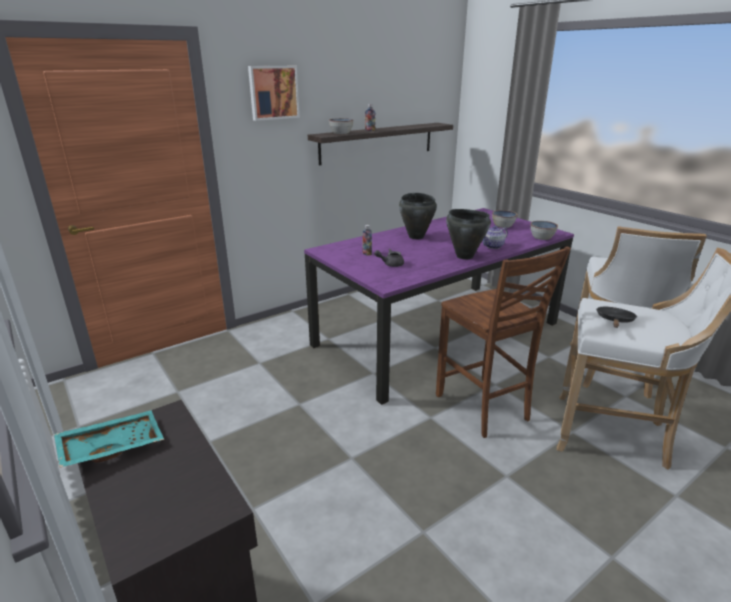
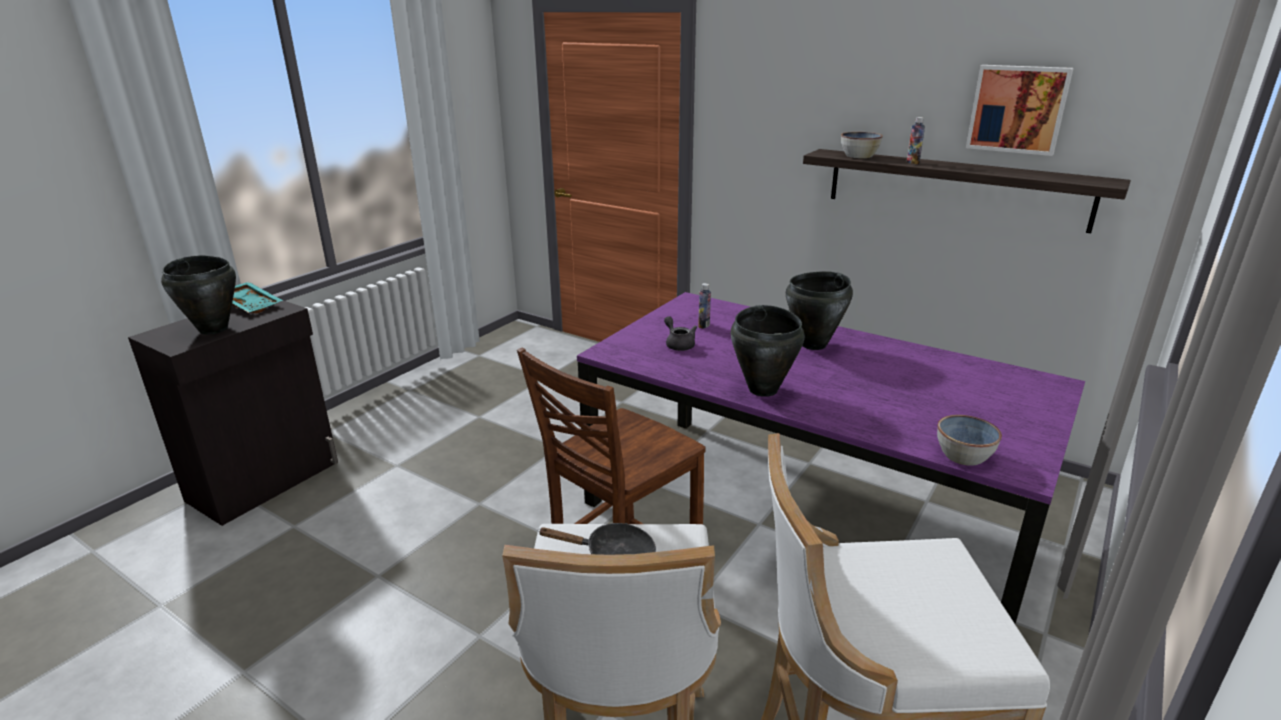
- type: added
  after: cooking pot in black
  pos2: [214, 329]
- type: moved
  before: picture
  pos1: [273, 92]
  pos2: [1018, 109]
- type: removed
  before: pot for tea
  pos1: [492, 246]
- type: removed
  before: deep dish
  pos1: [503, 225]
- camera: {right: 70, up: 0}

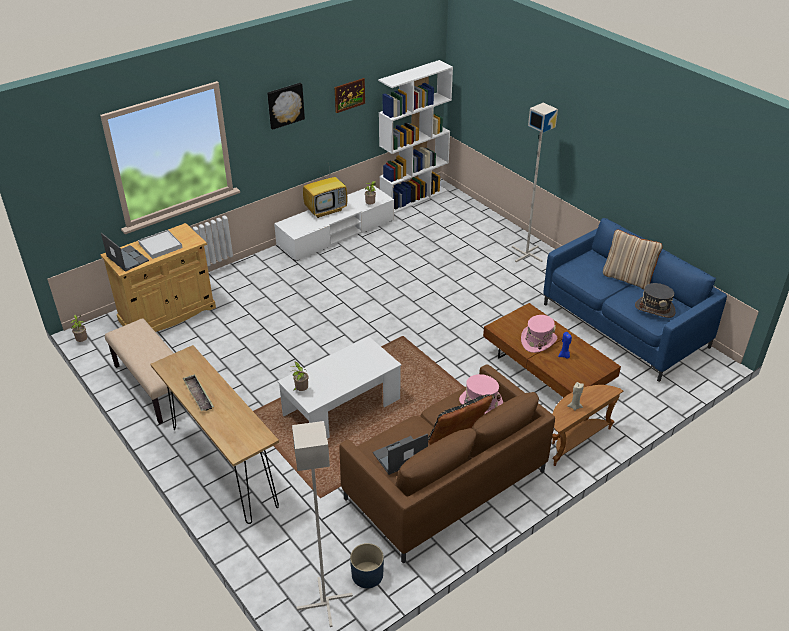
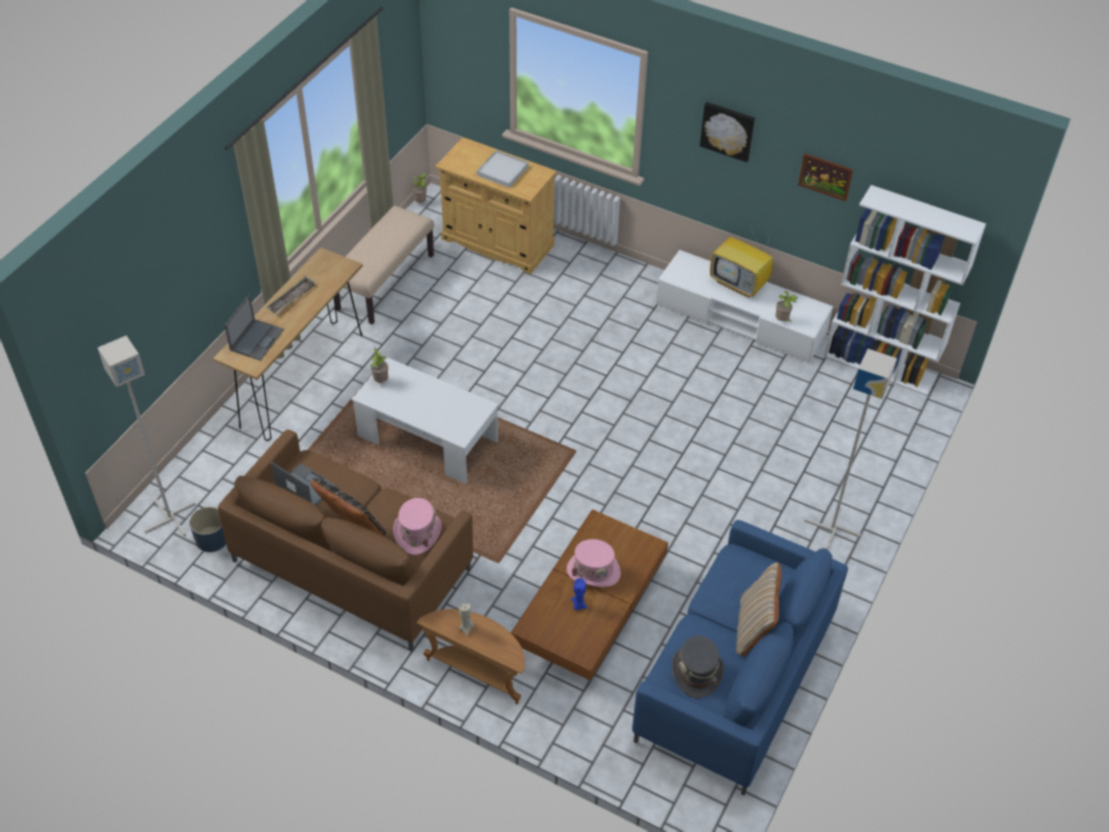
- type: moved
  before: notebook computer
  pos1: [127, 258]
  pos2: [257, 339]
- camera: {right: 65, up: 10}

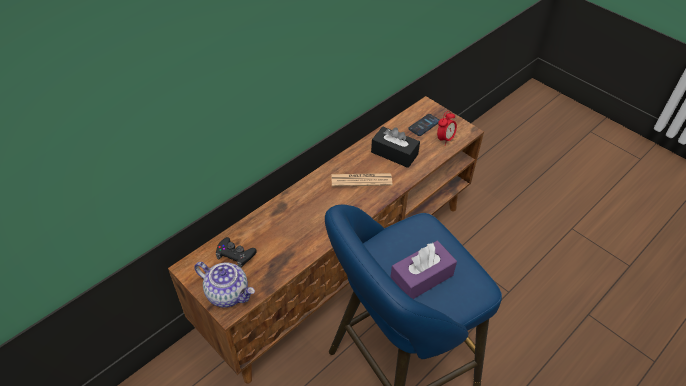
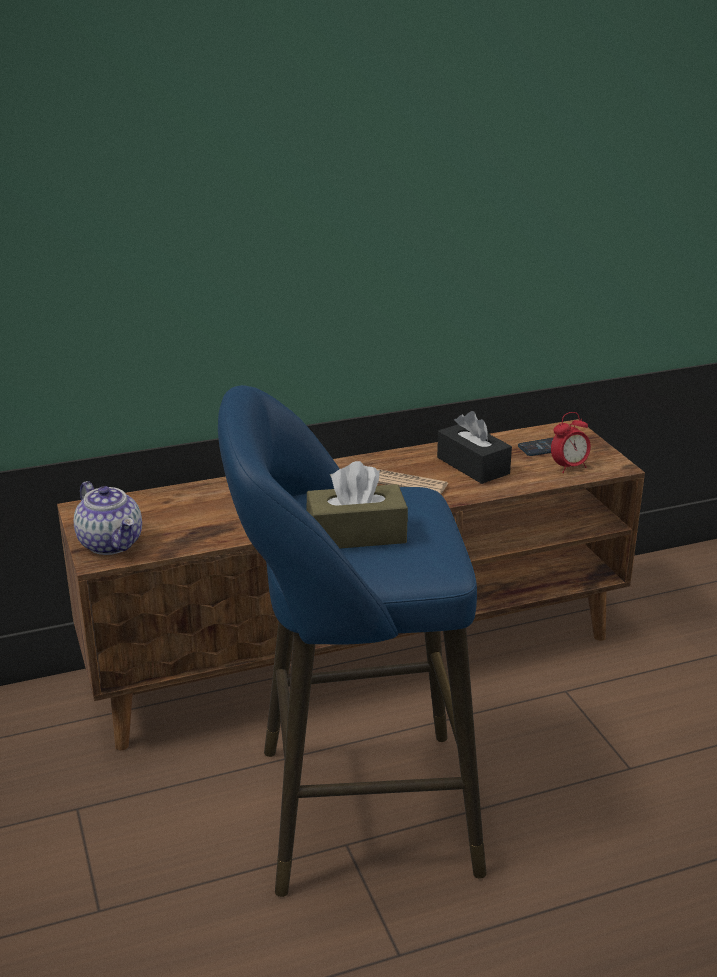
- type: recoloured
  before: box of tissues in purple-coloured
  after: box of tissues in brown-coloured
  pos1: [421, 277]
  pos2: [356, 534]
- type: removed
  before: game controller in black
  pos1: [235, 254]
- camera: {right: 25, up: -20}

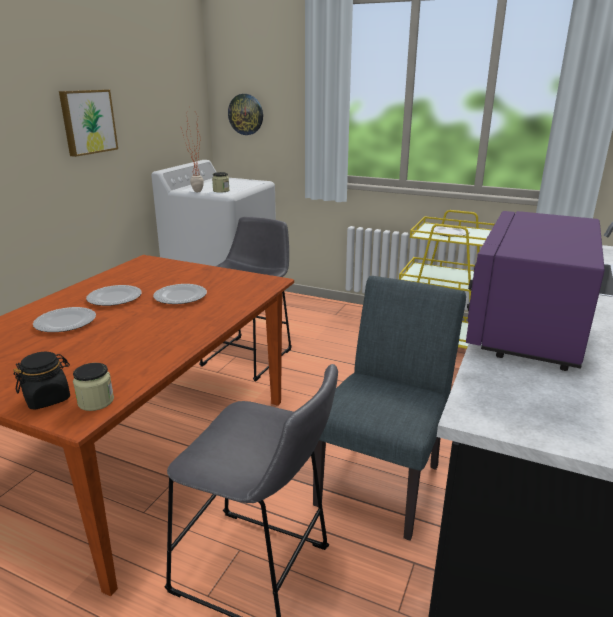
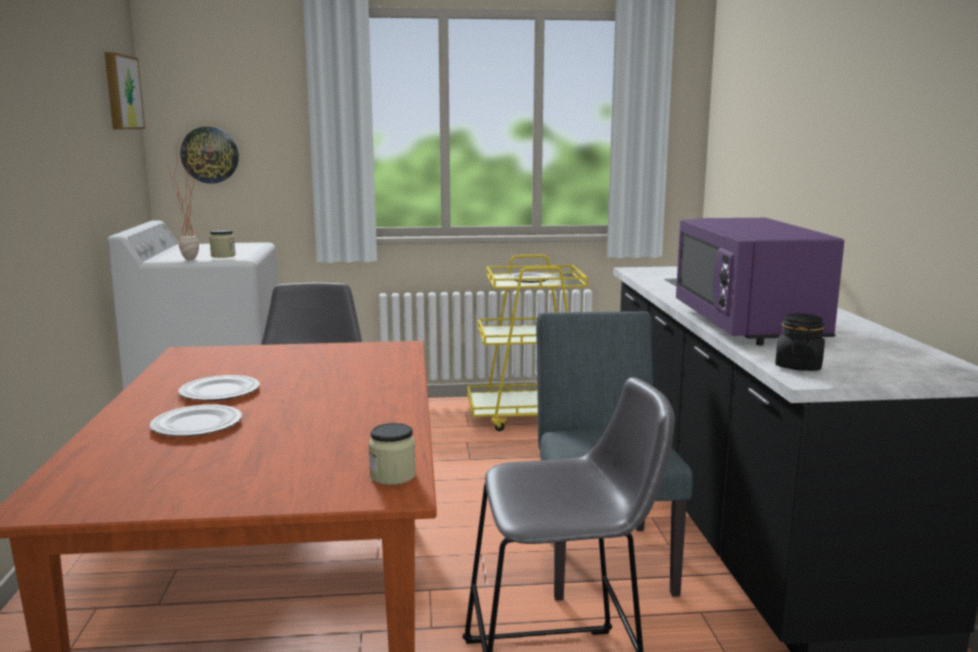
- type: moved
  before: picture
  pos1: [87, 122]
  pos2: [121, 92]
- type: moved
  before: jar in black
  pos1: [48, 398]
  pos2: [798, 366]
- type: removed
  before: dinner plate
  pos1: [180, 296]
- camera: {right: -30, up: -10}

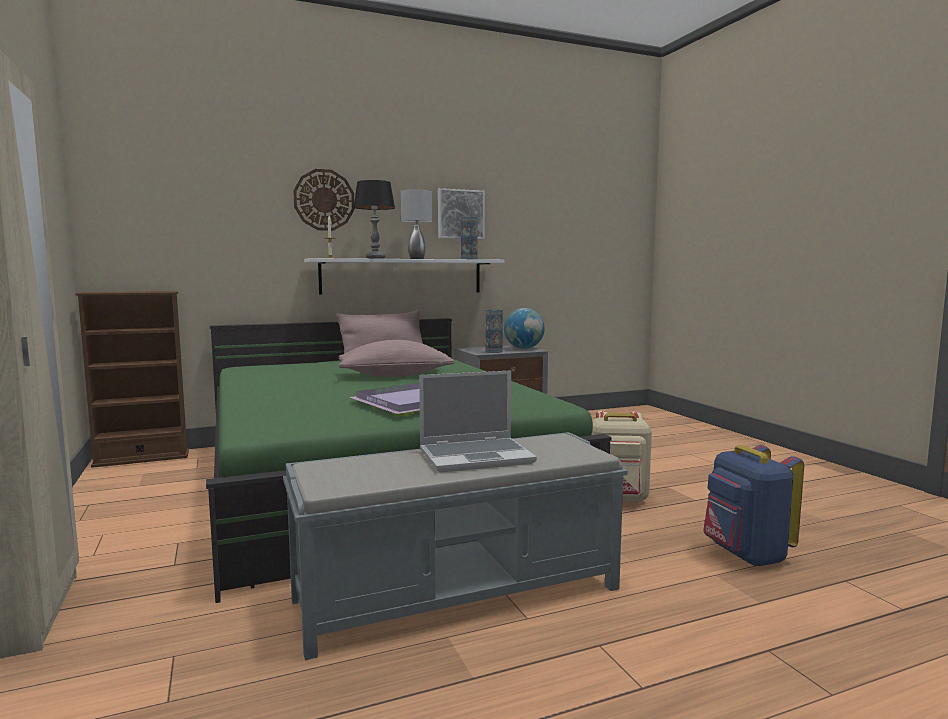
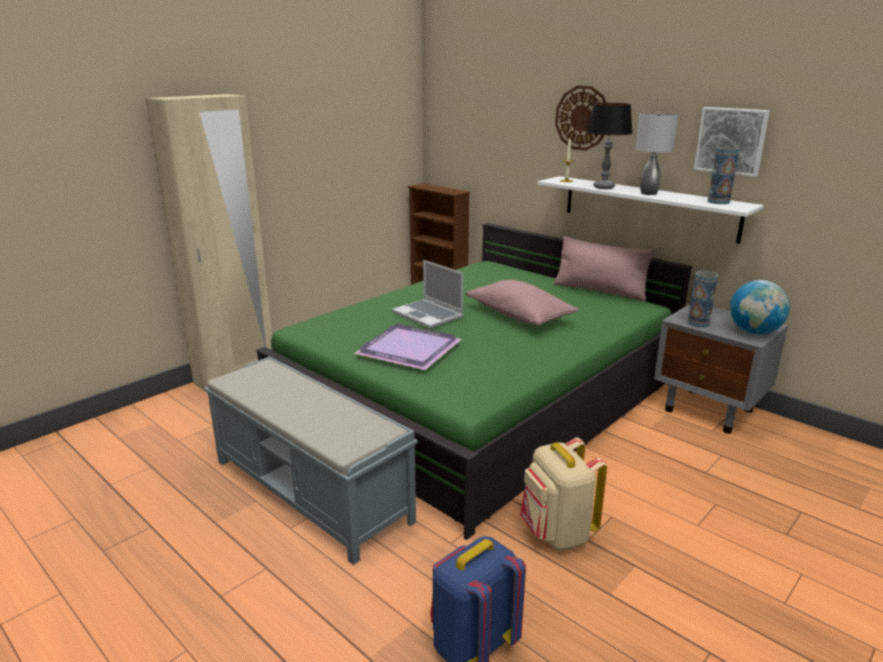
- type: moved
  before: notebook computer
  pos1: [477, 456]
  pos2: [428, 315]
- camera: {right: 65, up: 15}

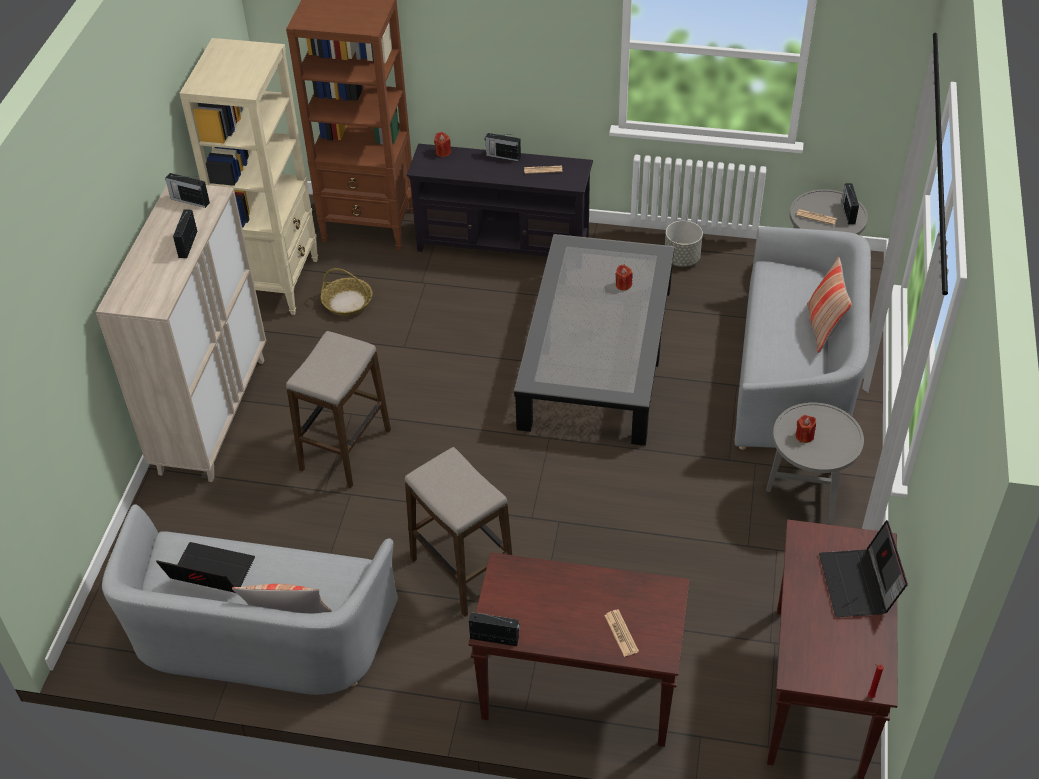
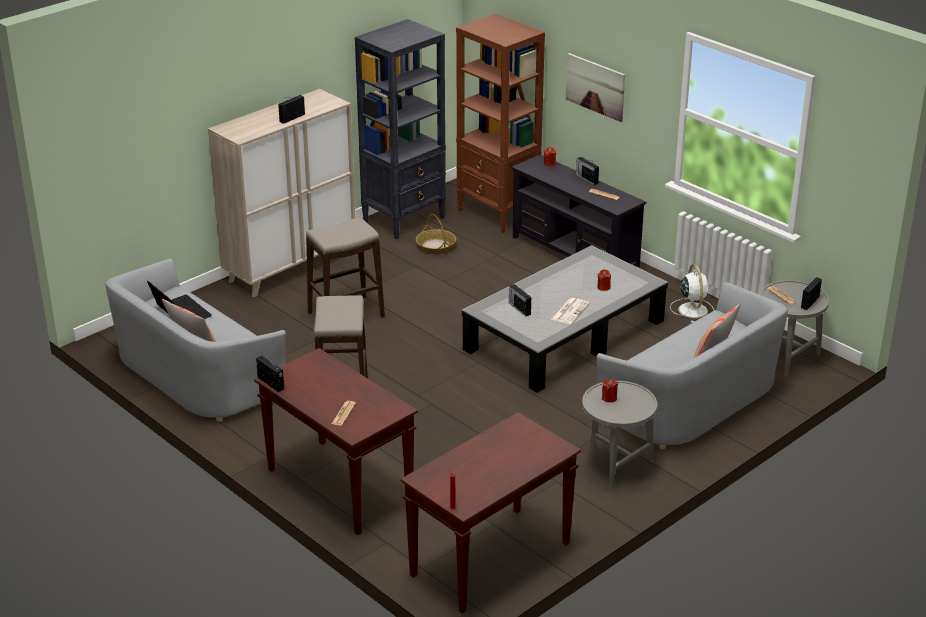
- type: recoloured
  before: bookcase in beige
  after: bookcase in black
  pos1: [276, 282]
  pos2: [404, 220]
- type: moved
  before: radio receiver
  pos1: [189, 200]
  pos2: [519, 308]
- type: added
  after: daily paper
  pos2: [570, 311]
- type: added
  after: picture
  pos2: [595, 86]
- type: replaced
  before: planter in grey
  after: cooling fan in whitish
  pos1: [681, 258]
  pos2: [692, 309]
- type: removed
  before: notebook computer
  pos1: [859, 585]
- camera: {right: 35, up: -15}

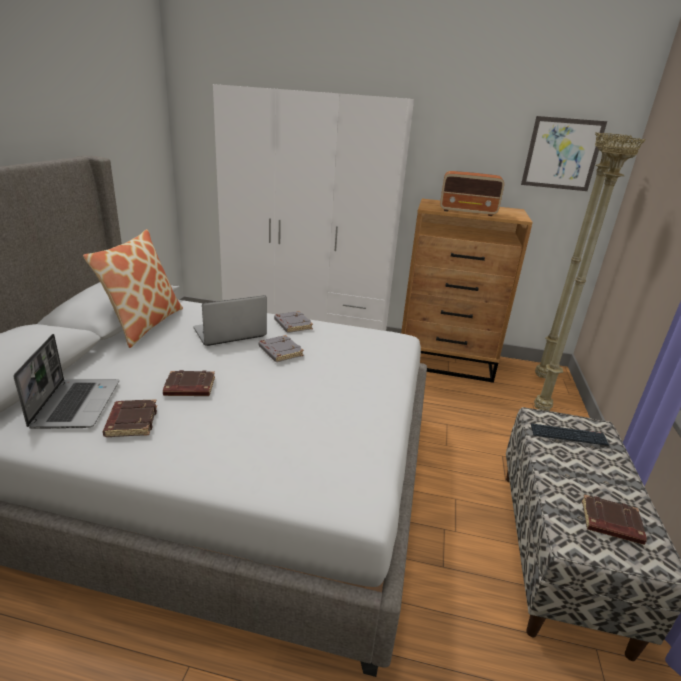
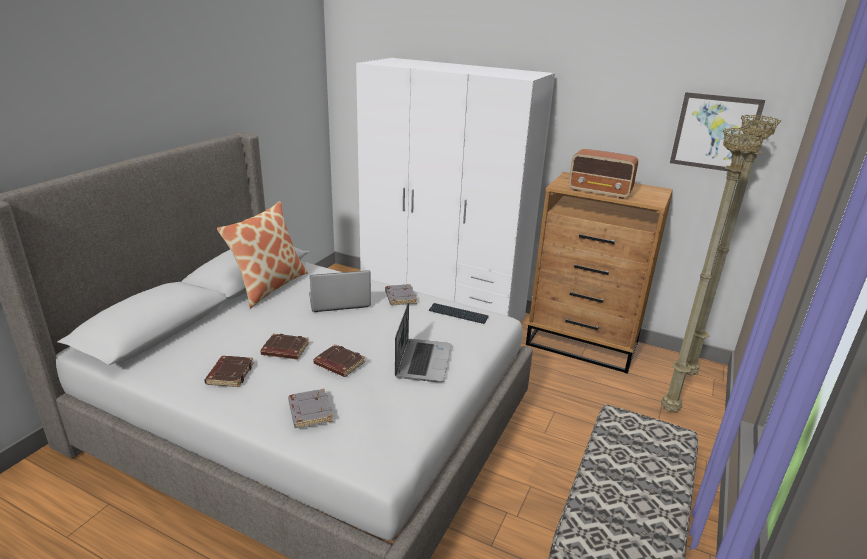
- type: moved
  before: volume in grey
  pos1: [280, 352]
  pos2: [309, 411]
- type: moved
  before: volume in brown-coloured
  pos1: [610, 523]
  pos2: [338, 364]
- type: moved
  before: notebook computer
  pos1: [76, 404]
  pos2: [422, 361]
- type: moved
  before: PC keyboard
  pos1: [568, 436]
  pos2: [458, 314]
- camera: {right: 15, up: 0}

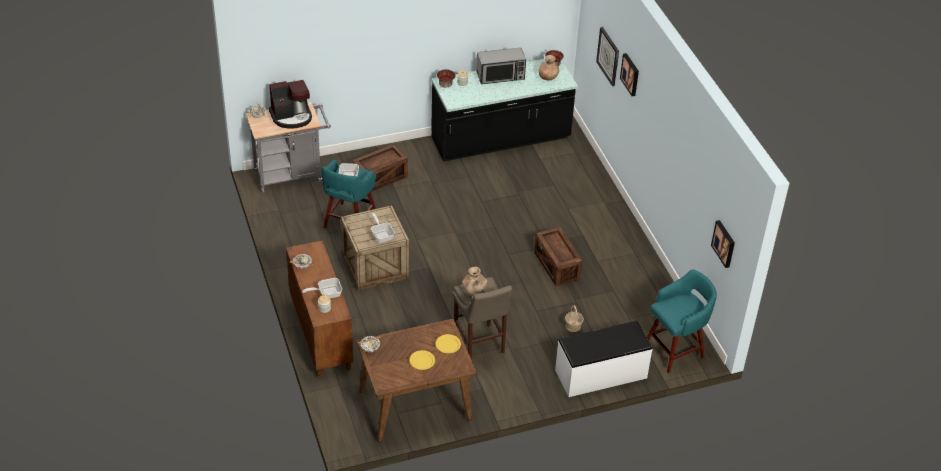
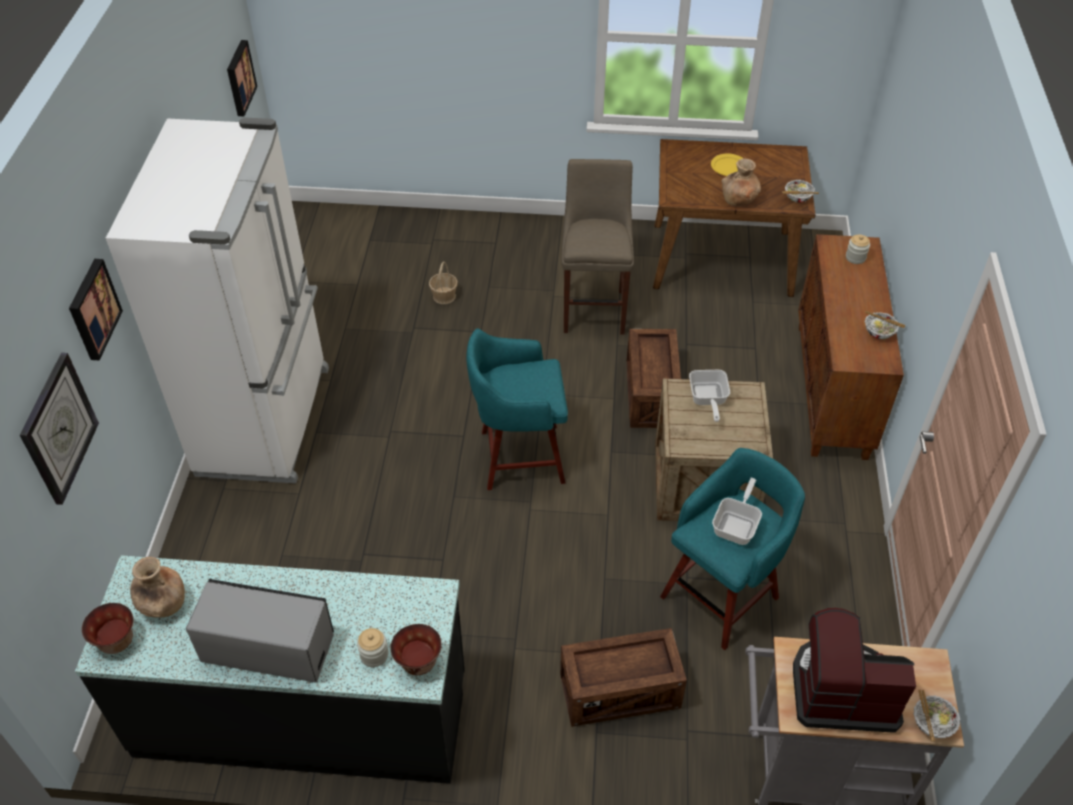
- type: added
  after: kitchen fridge in whitish
  pos2: [267, 420]
- type: moved
  before: stool in blue-green
  pos1: [675, 350]
  pos2: [518, 457]
- type: moved
  before: shipping crate
  pos1: [556, 266]
  pos2: [651, 394]
- type: moved
  before: vase in brown-coloured
  pos1: [474, 290]
  pos2: [739, 200]
- type: removed
  before: pan
  pos1: [326, 293]
- type: removed
  before: dinner plate in yellow-coloured
  pos1: [448, 344]
- type: removed
  before: indoor bench in whitish
  pos1: [601, 374]
- camera: {right: -155, up: 5}

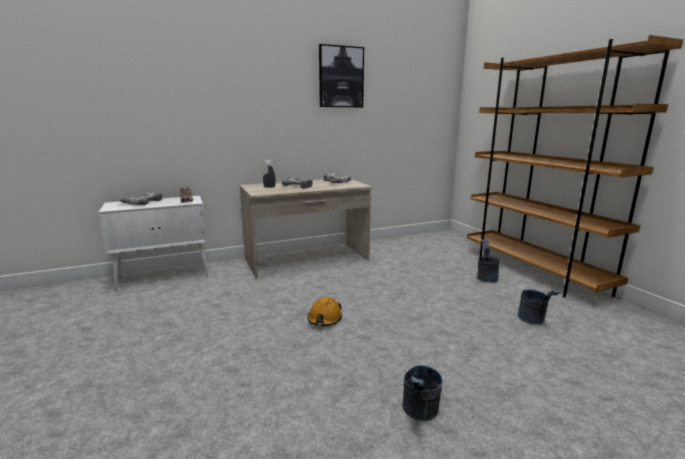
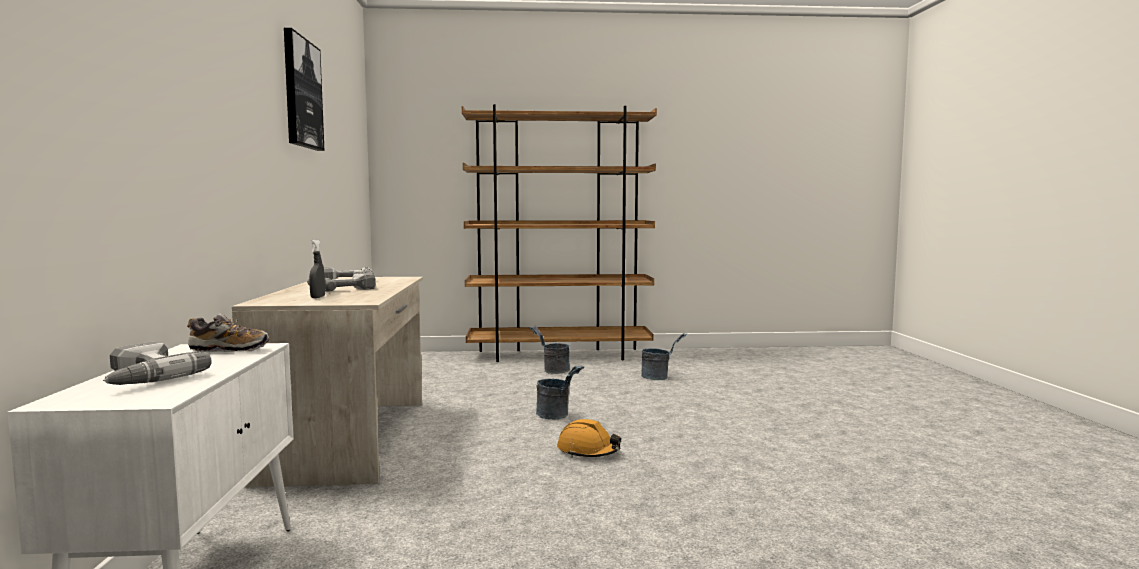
- type: moved
  before: bucket in grey
  pos1: [419, 413]
  pos2: [557, 416]
- camera: {right: -70, up: -10}

